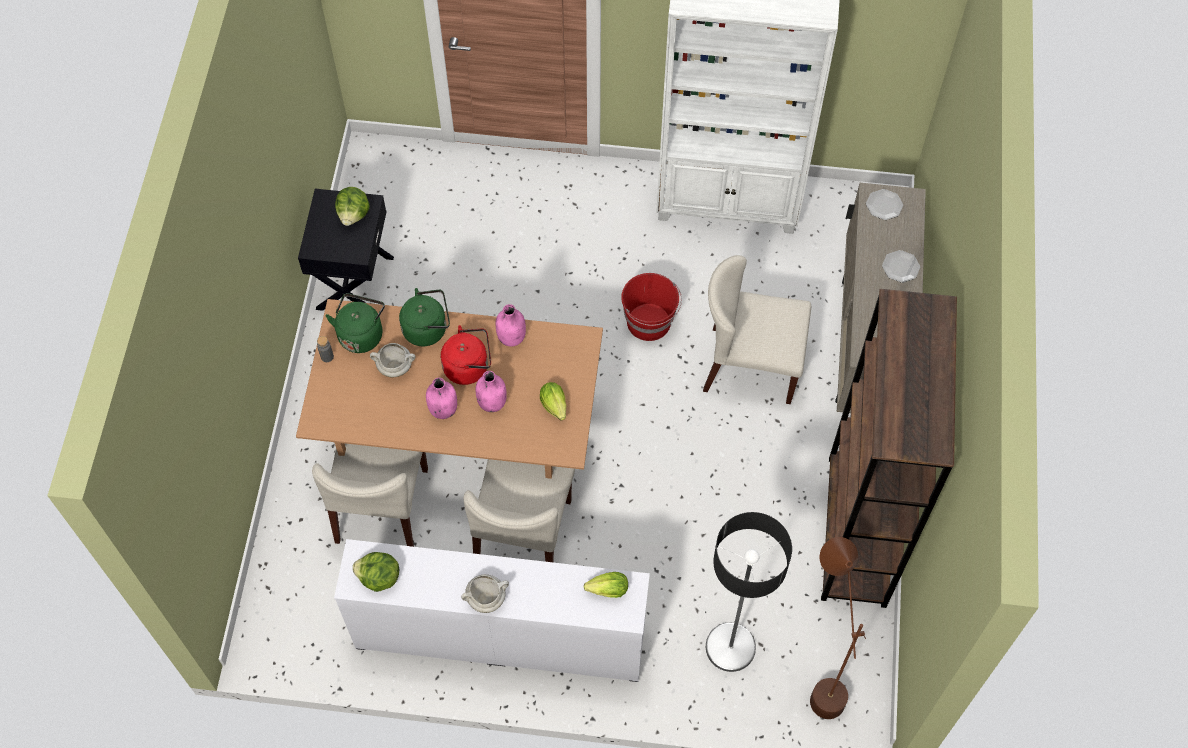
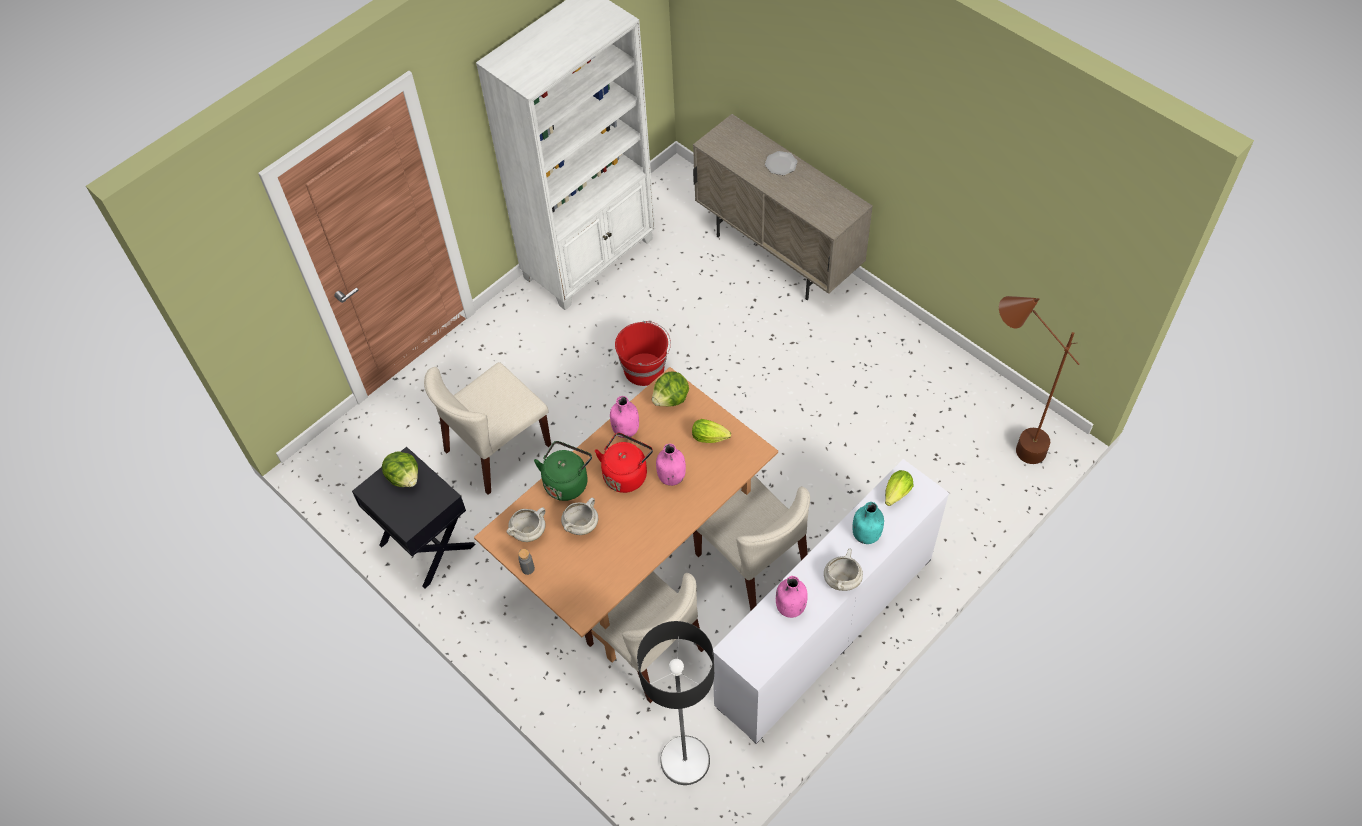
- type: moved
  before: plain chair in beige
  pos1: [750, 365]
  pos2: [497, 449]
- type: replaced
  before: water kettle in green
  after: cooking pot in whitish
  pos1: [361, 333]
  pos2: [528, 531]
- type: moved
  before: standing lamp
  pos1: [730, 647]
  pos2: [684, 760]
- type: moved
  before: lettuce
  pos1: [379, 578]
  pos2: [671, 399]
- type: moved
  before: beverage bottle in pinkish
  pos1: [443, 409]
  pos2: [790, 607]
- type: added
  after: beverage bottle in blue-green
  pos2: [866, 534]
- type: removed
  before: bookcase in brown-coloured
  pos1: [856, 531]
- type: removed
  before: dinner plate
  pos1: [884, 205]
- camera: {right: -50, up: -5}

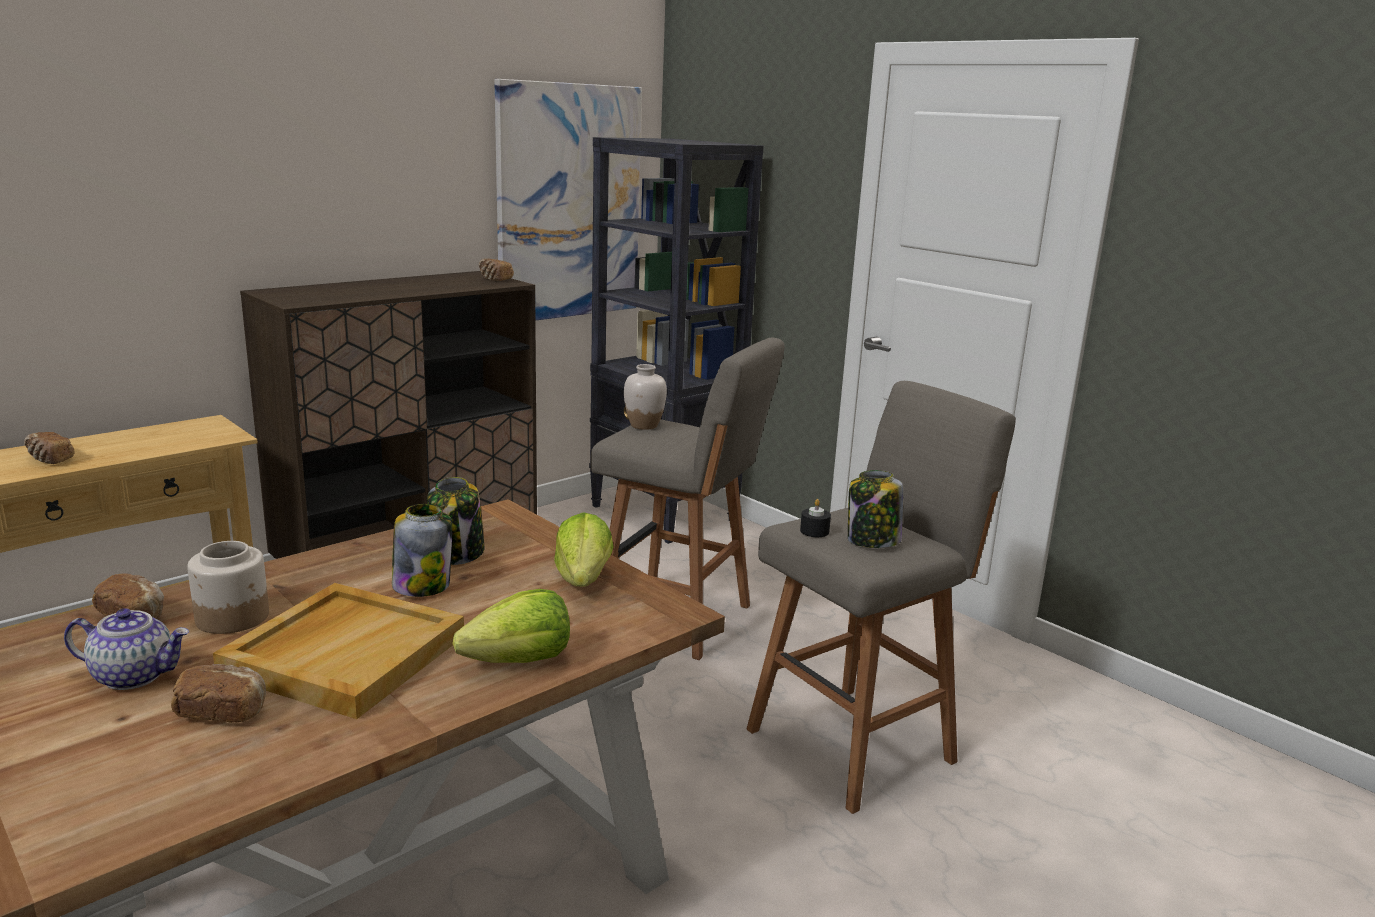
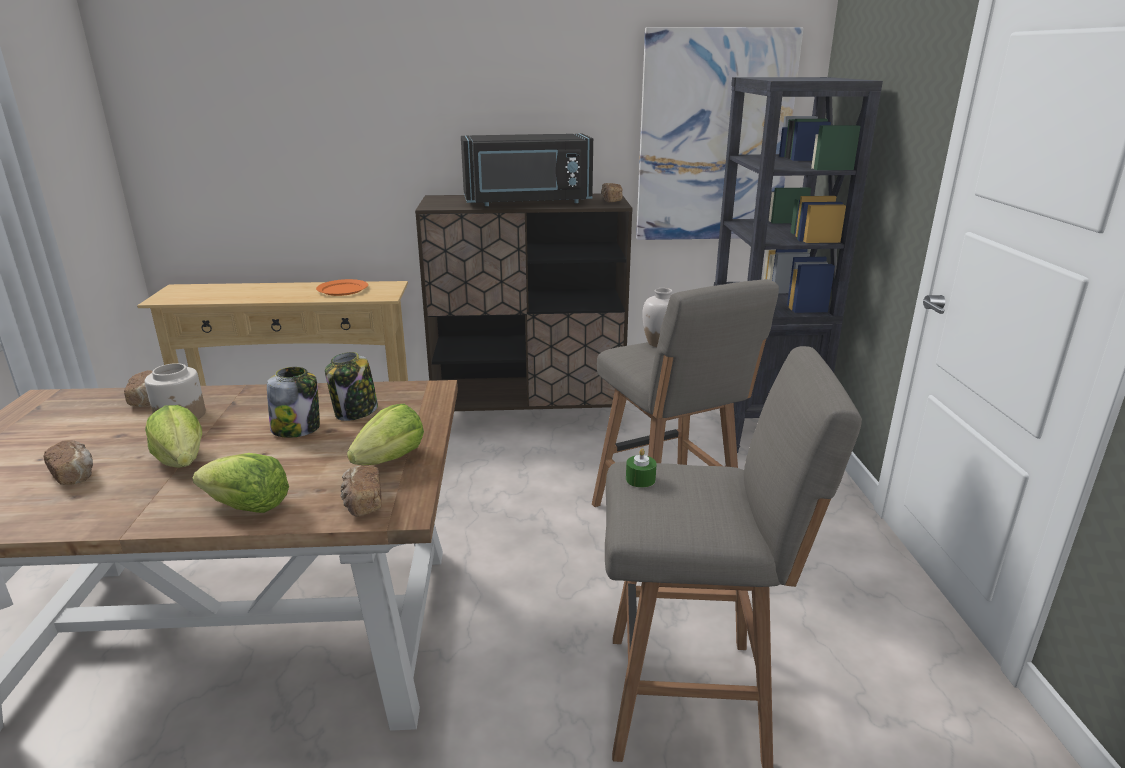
- type: replaced
  before: serving tray in beige
  after: lettuce
  pos1: [345, 653]
  pos2: [182, 460]
- type: added
  after: dinner plate in orange-coloured
  pos2: [342, 290]
- type: moved
  before: baked bread
  pos1: [49, 459]
  pos2: [362, 503]
- type: added
  after: microwave in black
  pos2: [528, 202]
- type: recoloured
  before: candle in black
  after: candle in green
  pos1: [814, 531]
  pos2: [640, 479]
- type: removed
  before: pot for tea
  pos1: [135, 675]
- type: removed
  before: jar
  pos1: [872, 541]
- camera: {right: 40, up: 5}

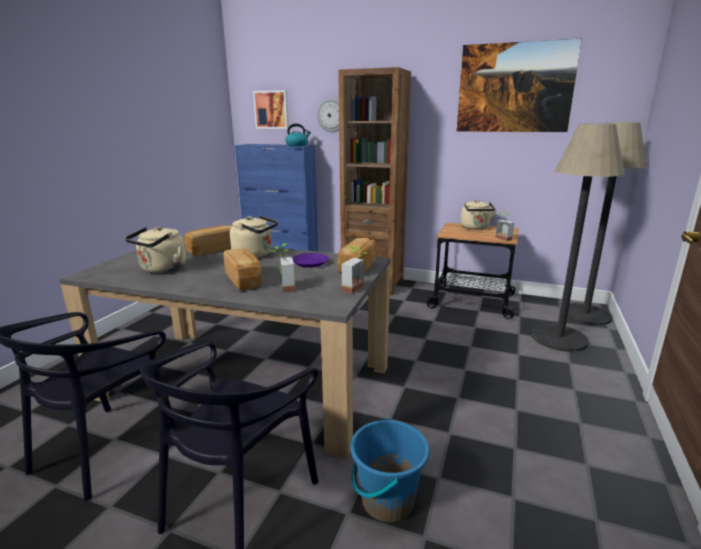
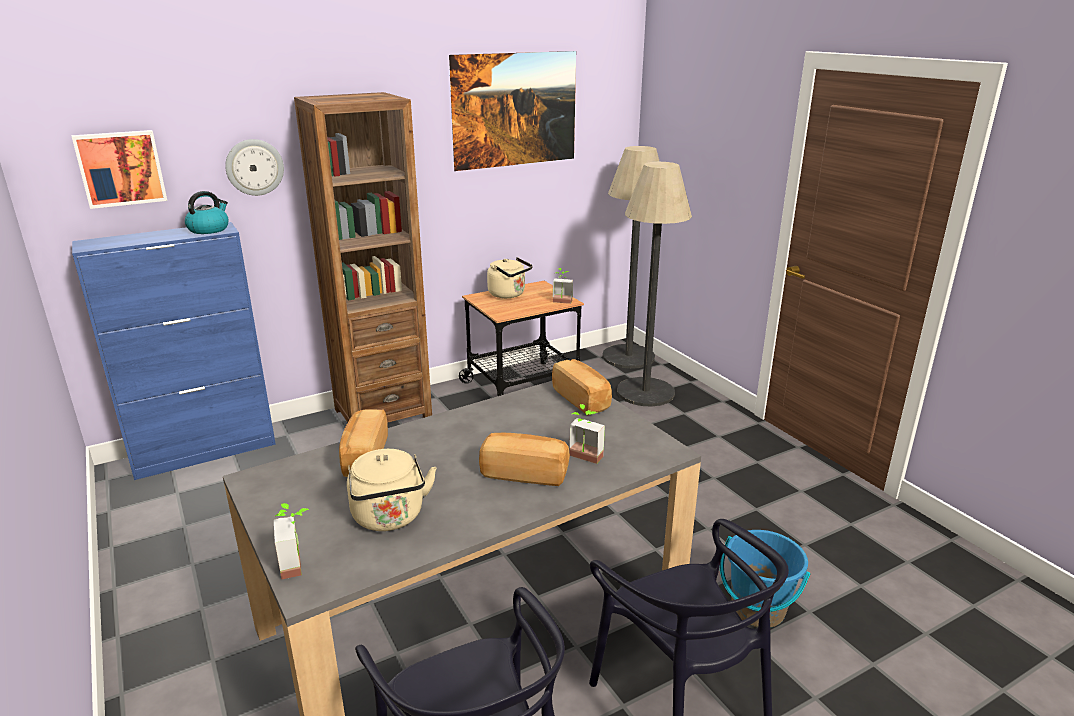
- type: moved
  before: potted plant
  pos1: [357, 289]
  pos2: [299, 563]
- type: removed
  before: water kettle in beige
  pos1: [255, 255]
- type: removed
  before: dinner plate in purple-coloured
  pos1: [310, 263]
- camera: {right: -50, up: 5}

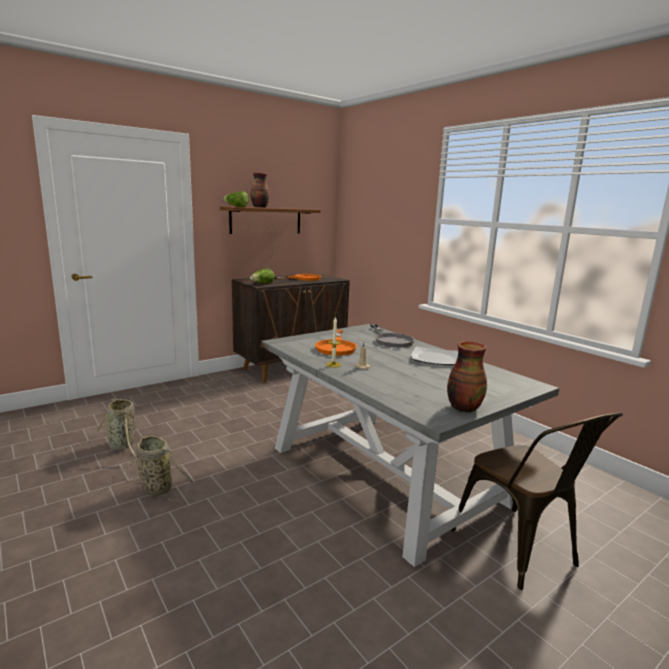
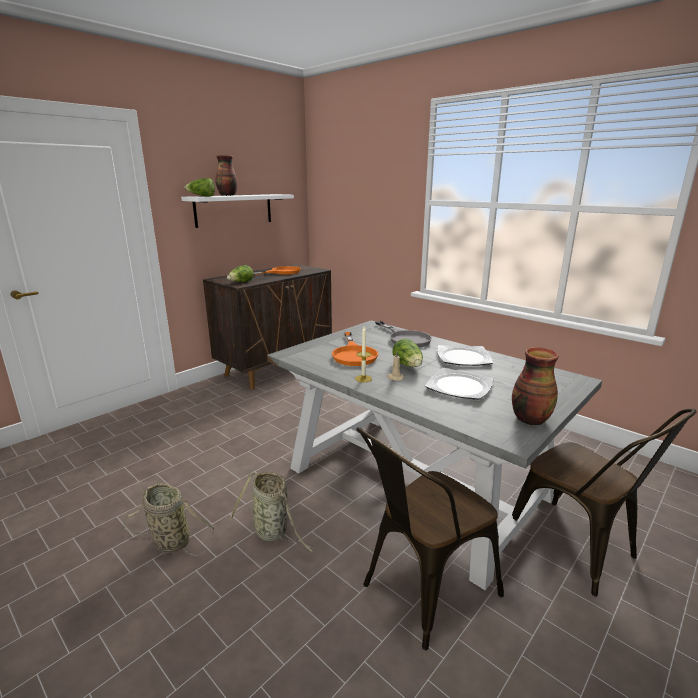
- type: recoloured
  before: shelf in brown-coloured
  after: shelf in whitish
  pos1: [266, 220]
  pos2: [234, 210]
- type: moved
  before: household basket
  pos1: [123, 446]
  pos2: [273, 532]
- type: added
  after: plain chair in brown-coloured
  pos2: [421, 592]
- type: added
  after: lettuce
  pos2: [408, 366]
- type: added
  after: dinner plate
  pos2: [459, 386]
- camera: {right: -10, up: 5}

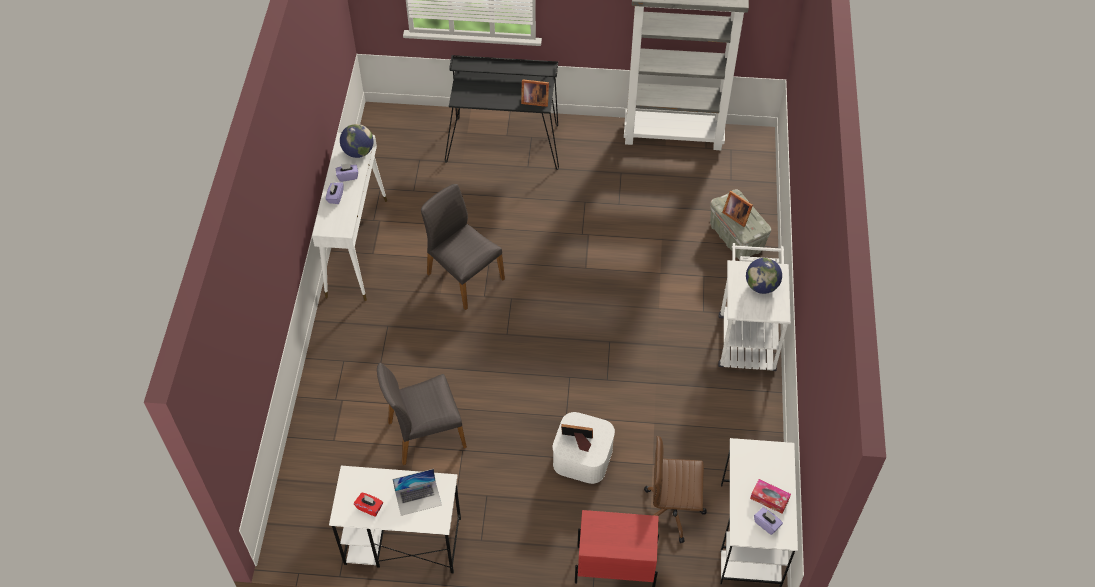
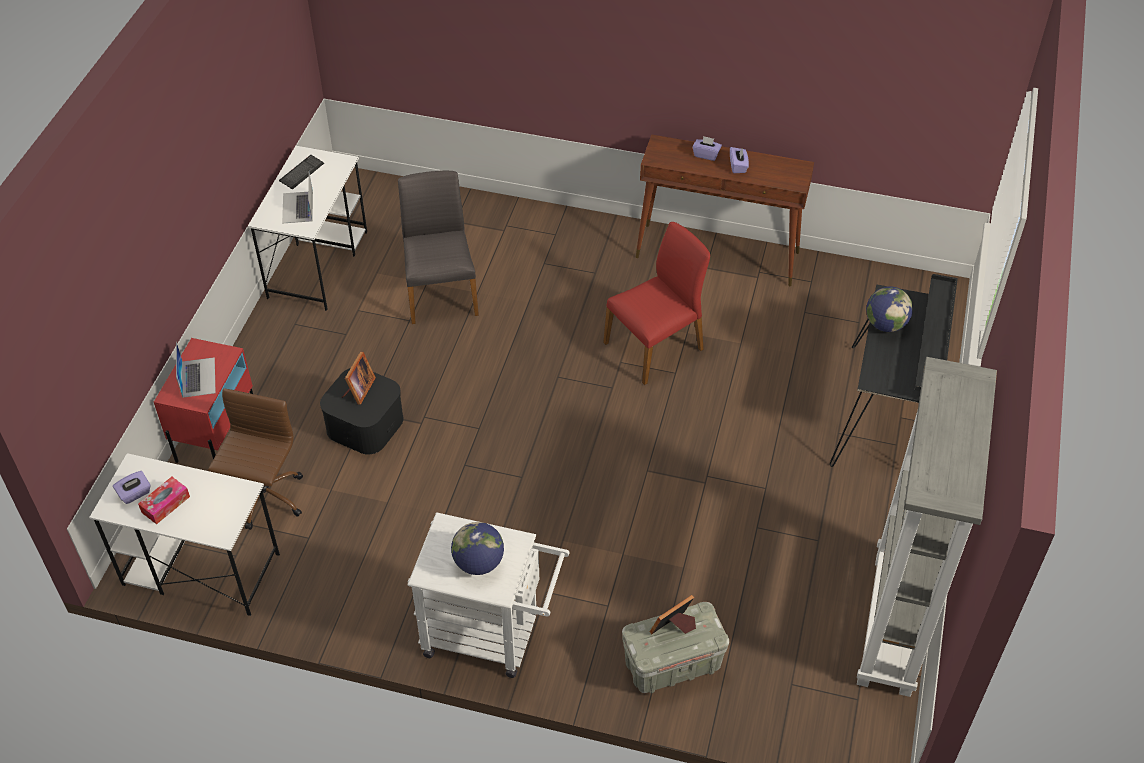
- type: added
  after: notebook computer
  pos2: [198, 377]
- type: replaced
  before: box of tissues in red-coloured
  after: PC keyboard
  pos1: [369, 507]
  pos2: [301, 173]
- type: recoloured
  before: storage box in whitish
  after: storage box in black
  pos1: [582, 456]
  pos2: [365, 424]
- type: recoloured
  before: plain chair in grey
  after: plain chair in red-coloured
  pos1: [464, 276]
  pos2: [655, 346]
- type: recoloured
  before: narrow table in whitish
  after: narrow table in brown-coloured
  pos1: [357, 247]
  pos2: [718, 255]
- type: moved
  before: desk globe
  pos1: [358, 152]
  pos2: [885, 324]
- type: removed
  before: picture frame
  pos1: [534, 100]
- camera: {right: 100, up: -5}

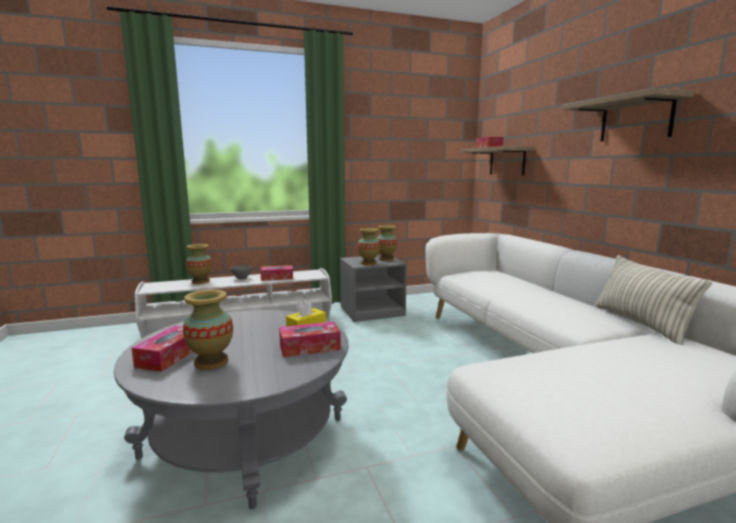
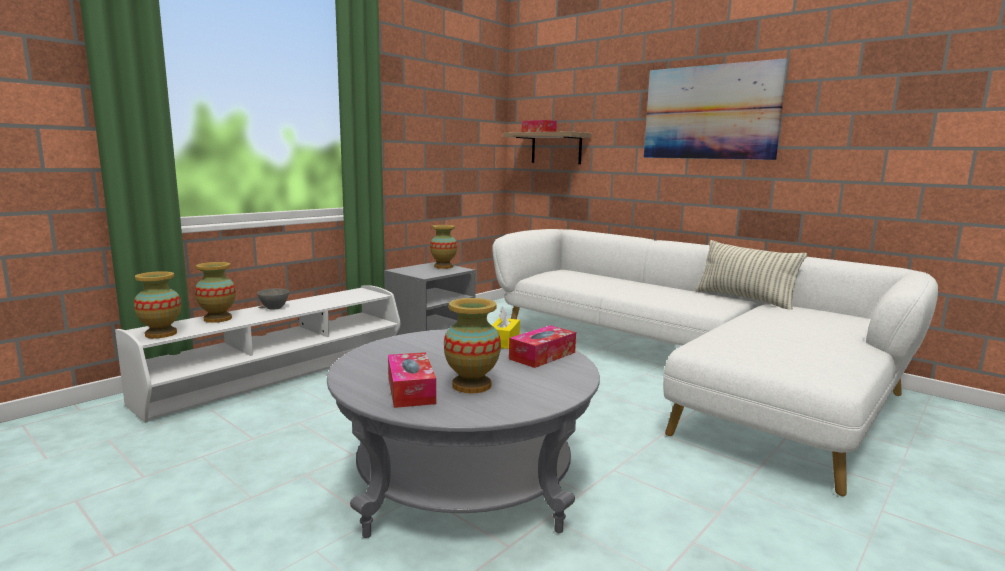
- type: moved
  before: vase
  pos1: [368, 263]
  pos2: [161, 334]
- type: replaced
  before: shelf
  after: picture
  pos1: [636, 119]
  pos2: [710, 112]
- type: removed
  before: box of tissues
  pos1: [277, 278]
- camera: {right: -30, up: 0}

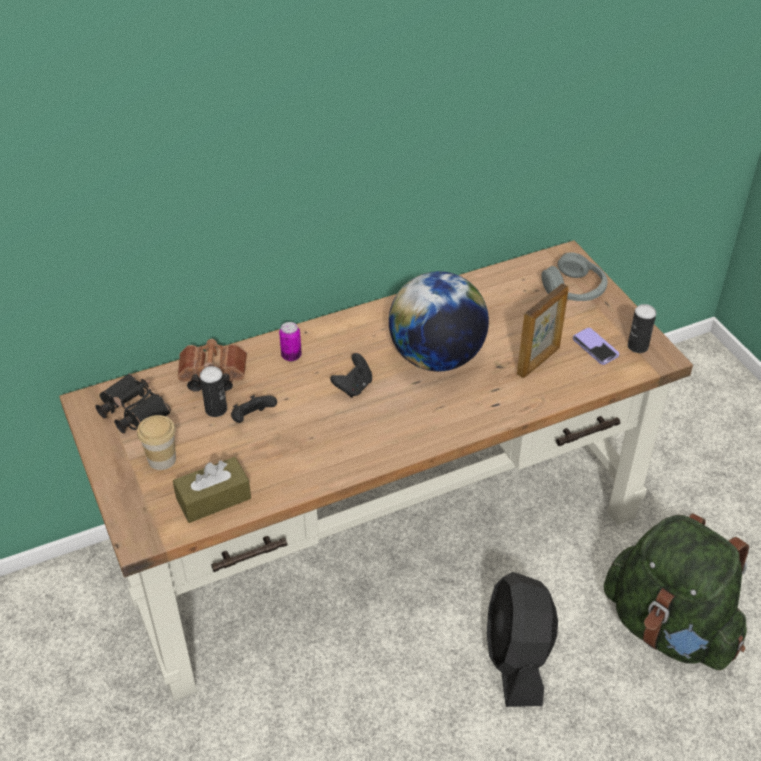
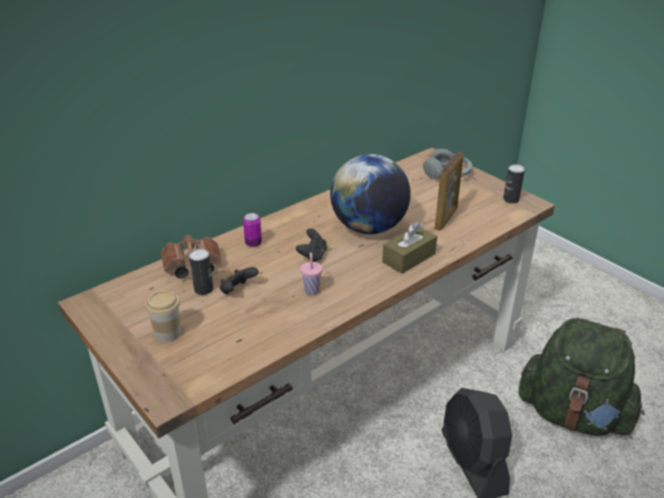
- type: added
  after: cup in pinkish
  pos2: [311, 290]
- type: moved
  before: box of tissues in brown-coloured
  pos1: [213, 498]
  pos2: [409, 258]
- type: removed
  before: field glasses in black
  pos1: [132, 413]
- type: removed
  before: handset
  pos1: [595, 347]
- camera: {right: -15, up: -10}

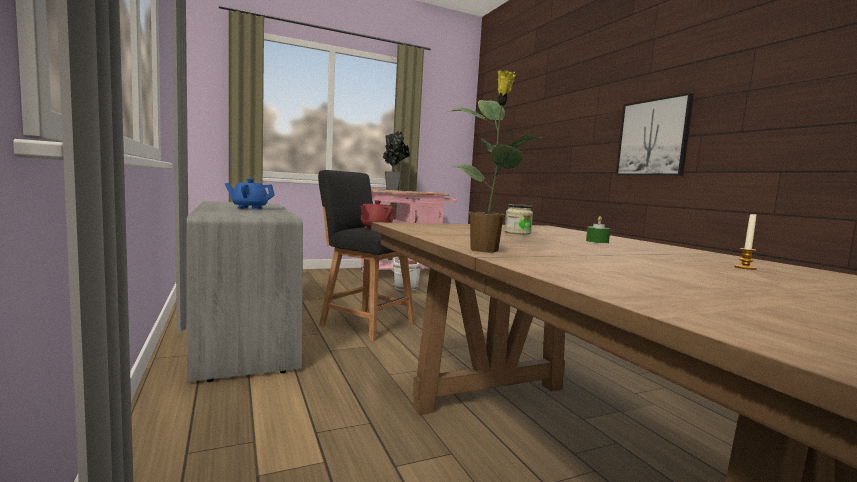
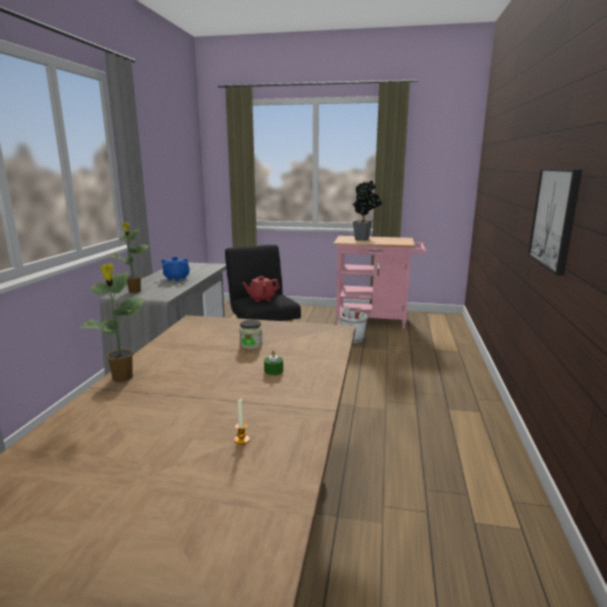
- type: added
  after: potted plant
  pos2: [134, 291]
- camera: {right: 35, up: 10}

